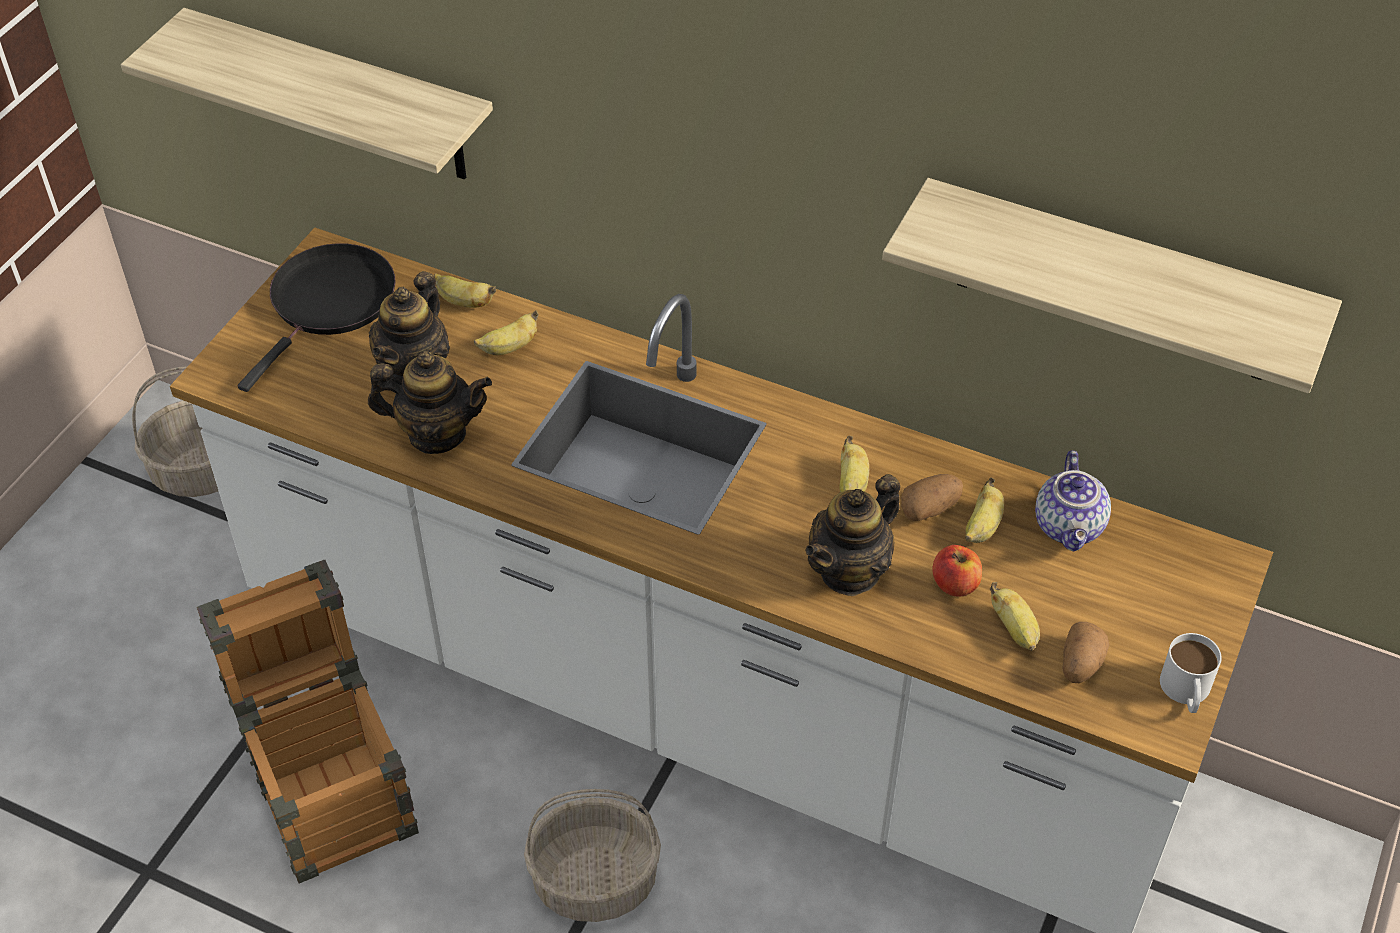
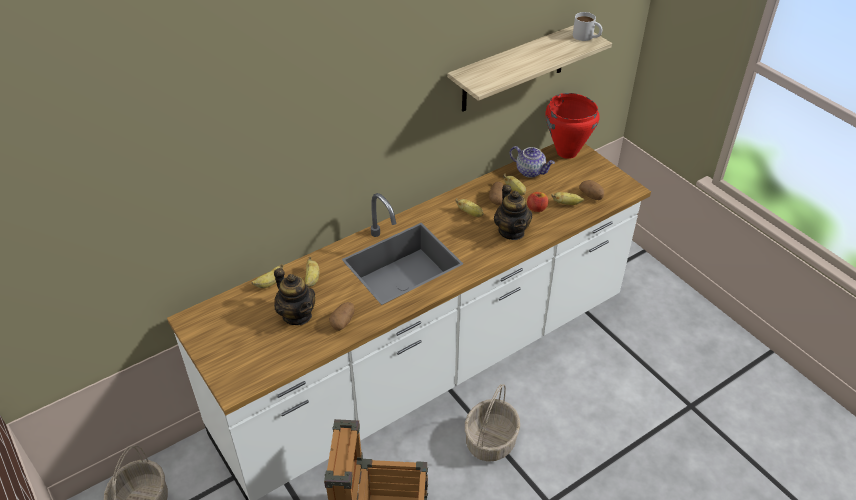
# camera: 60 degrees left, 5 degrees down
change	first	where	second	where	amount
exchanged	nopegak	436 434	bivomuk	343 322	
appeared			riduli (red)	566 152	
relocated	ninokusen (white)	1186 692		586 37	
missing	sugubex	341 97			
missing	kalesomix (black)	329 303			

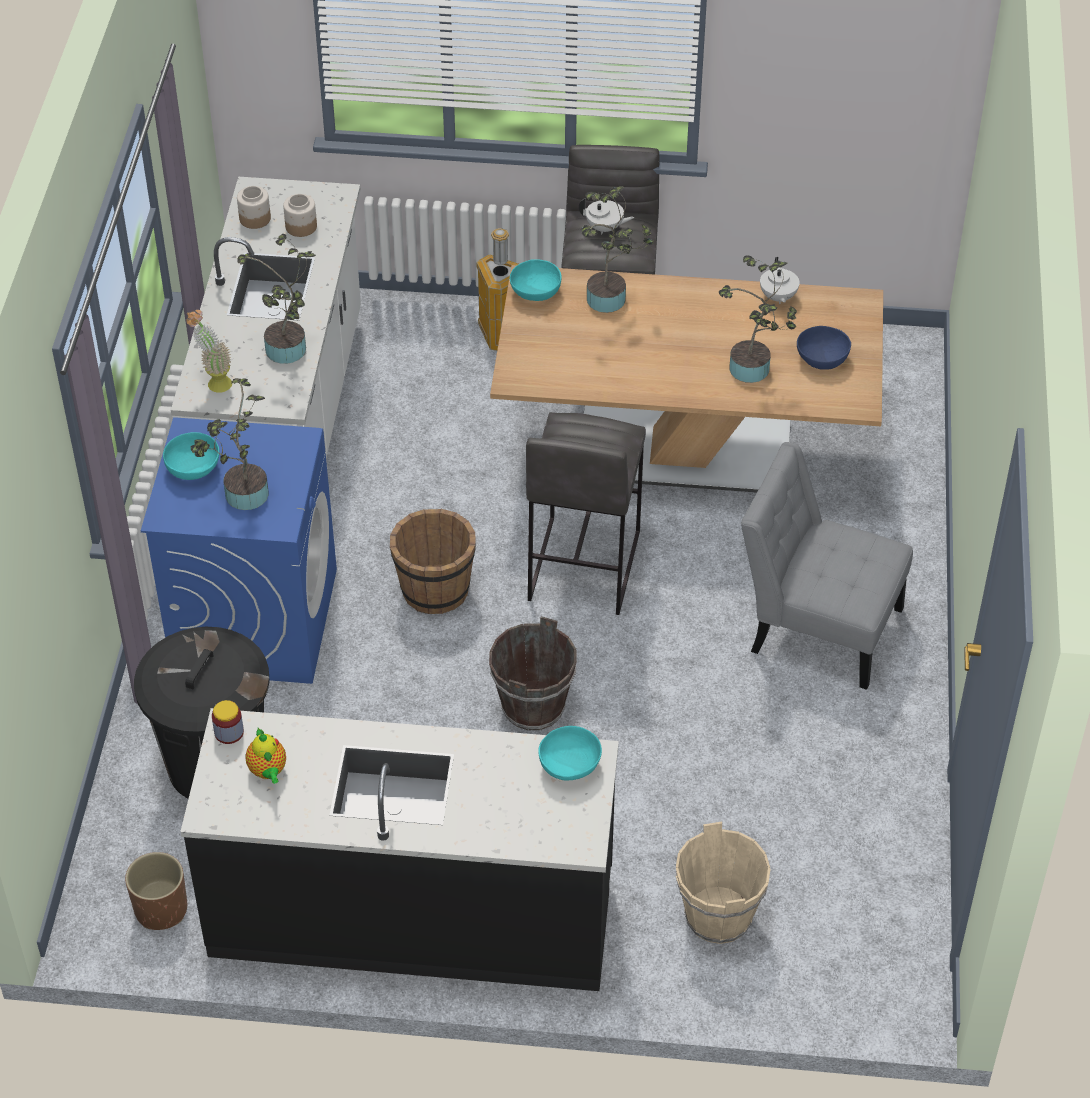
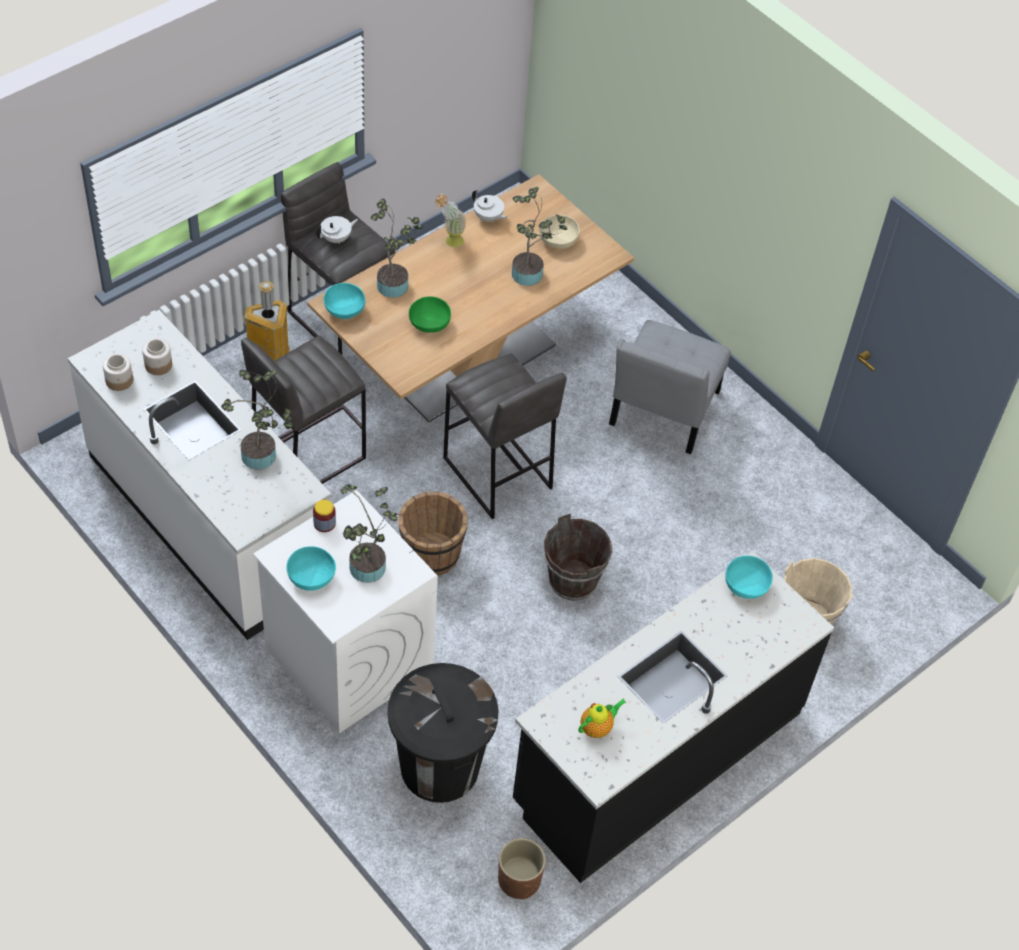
# camera: 50 degrees left, 5 degrees up
change	first	where	second	where	amount
appeared			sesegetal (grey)	307 455	
colour	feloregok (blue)	255 619	feloregok (white)	347 658	
relocated	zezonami	229 732		324 523	
appeared			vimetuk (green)	429 323	
relocated	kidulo	214 382		449 242	
colour	vimetuk (blue)	822 358	vimetuk (beige)	557 240	
spun	nopegak	268 771		597 727	60 degrees counterclockwise
spun	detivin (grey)	818 626		661 413	45 degrees counterclockwise

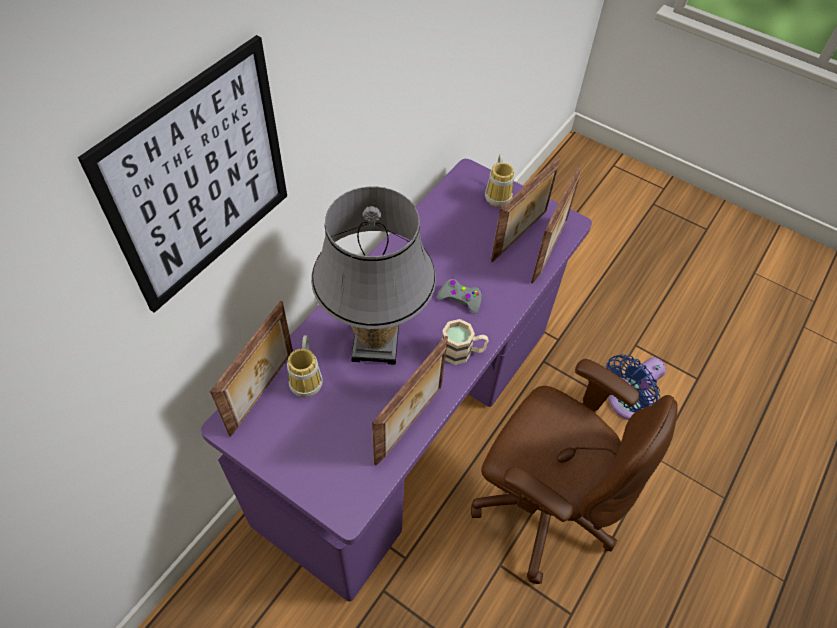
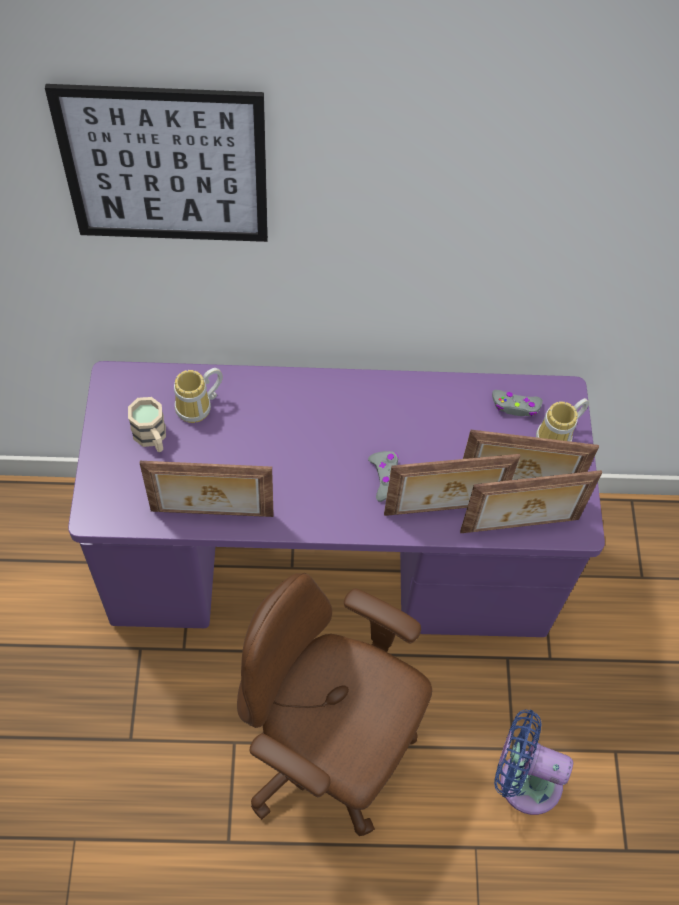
# camera: 55 degrees right, 5 degrees up
change	first	where	second	where	amount
relocated	ninokusen (beige)	462 352		152 438	
spun	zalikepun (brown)	542 506		326 751	120 degrees clockwise
relocated	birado	263 392		444 510	
appeared			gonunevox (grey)	515 406	
missing	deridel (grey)	375 344			

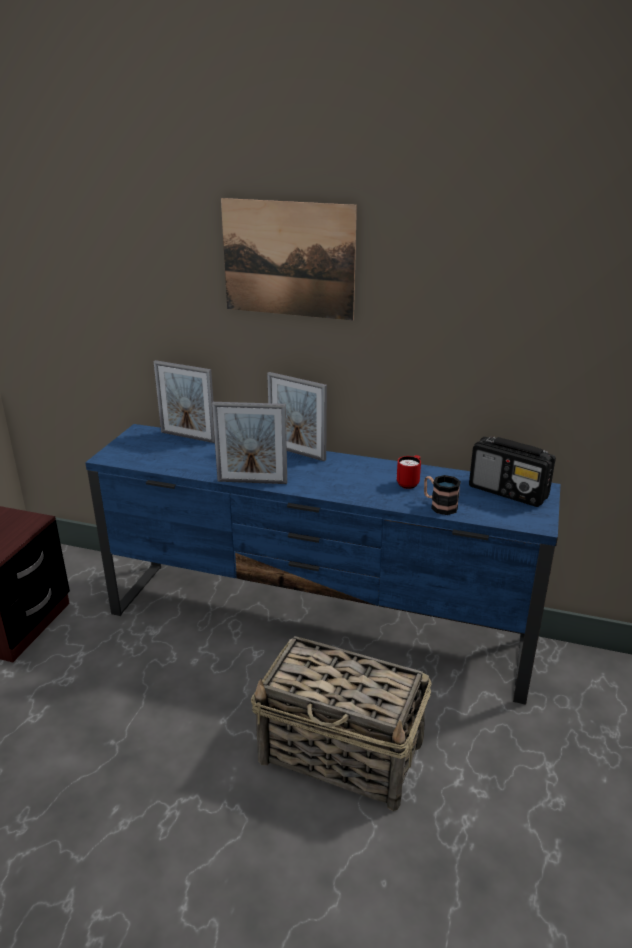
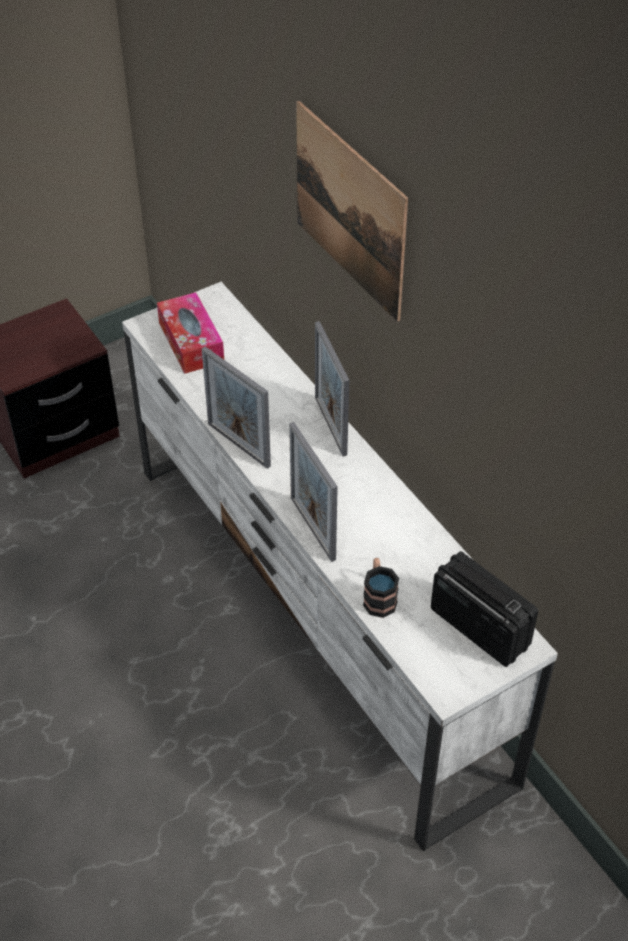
# camera: 40 degrees right, 20 degrees up
change	first	where	second	where	amount
colour	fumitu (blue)	318 627	fumitu (white)	315 618	
appeared			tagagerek	191 342	
relocated	birado	188 437		312 528	
spun	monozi	509 492		479 627	150 degrees clockwise
missing	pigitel	342 753			
missing	ninokusen (red)	409 483			

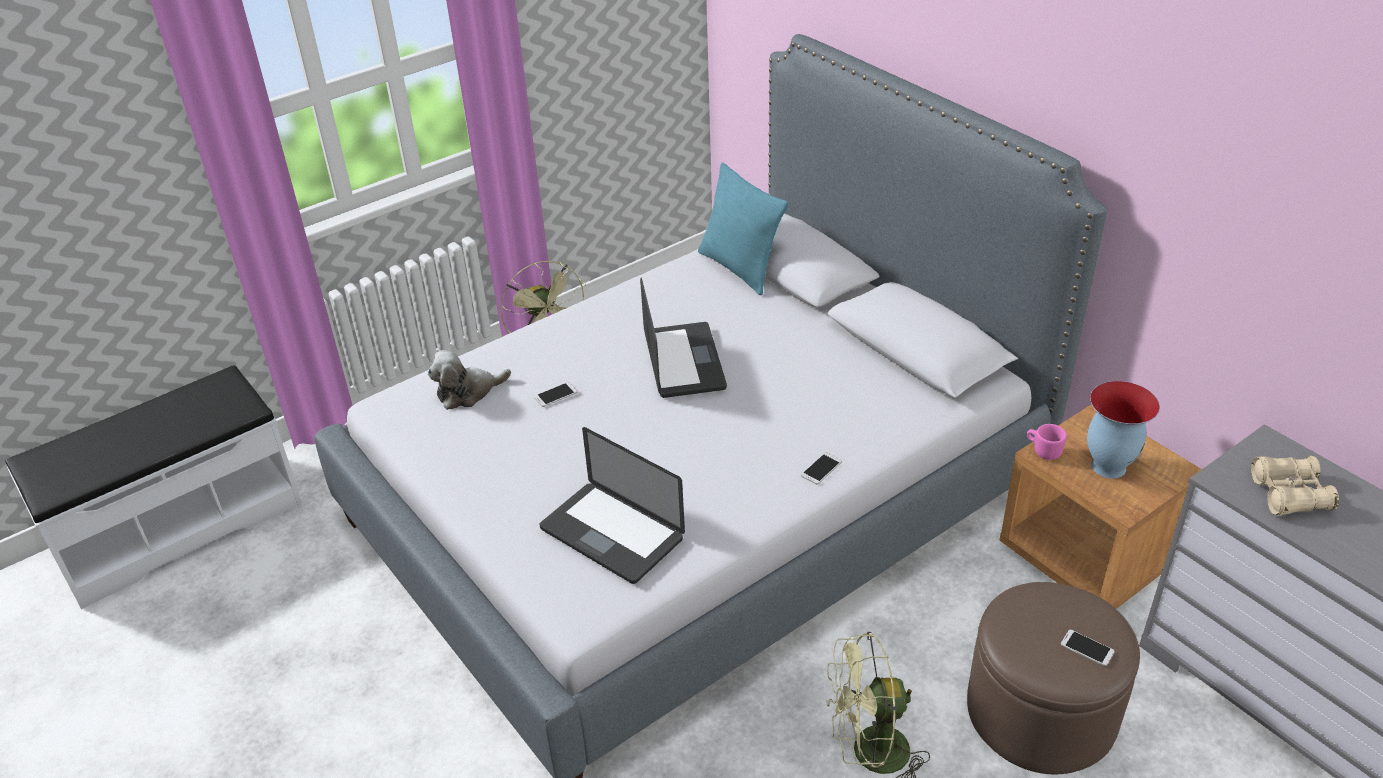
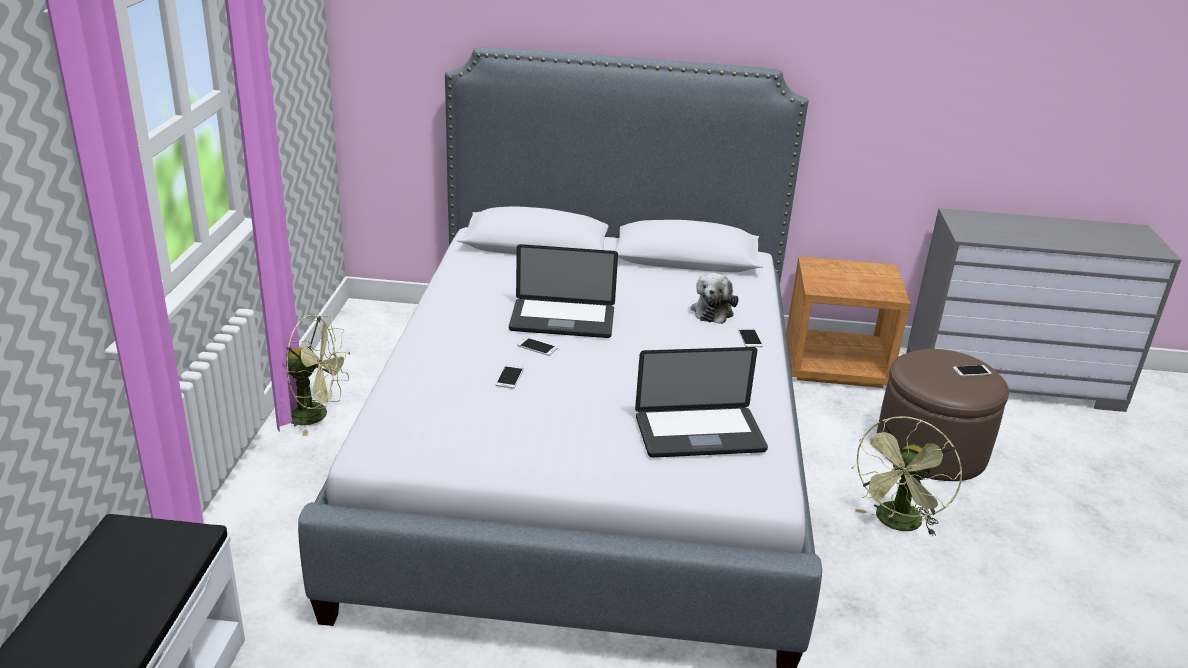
# camera: 50 degrees left, 10 degrees down
change	first	where	second	where	amount
spun	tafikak	684 361		562 320	150 degrees clockwise
appeared			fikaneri	537 347	
relocated	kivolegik	468 392		713 311	
missing	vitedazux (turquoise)	740 268			
missing	ninokusen (pink)	1043 451			
missing	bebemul	1107 466			
missing	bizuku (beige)	1289 494			

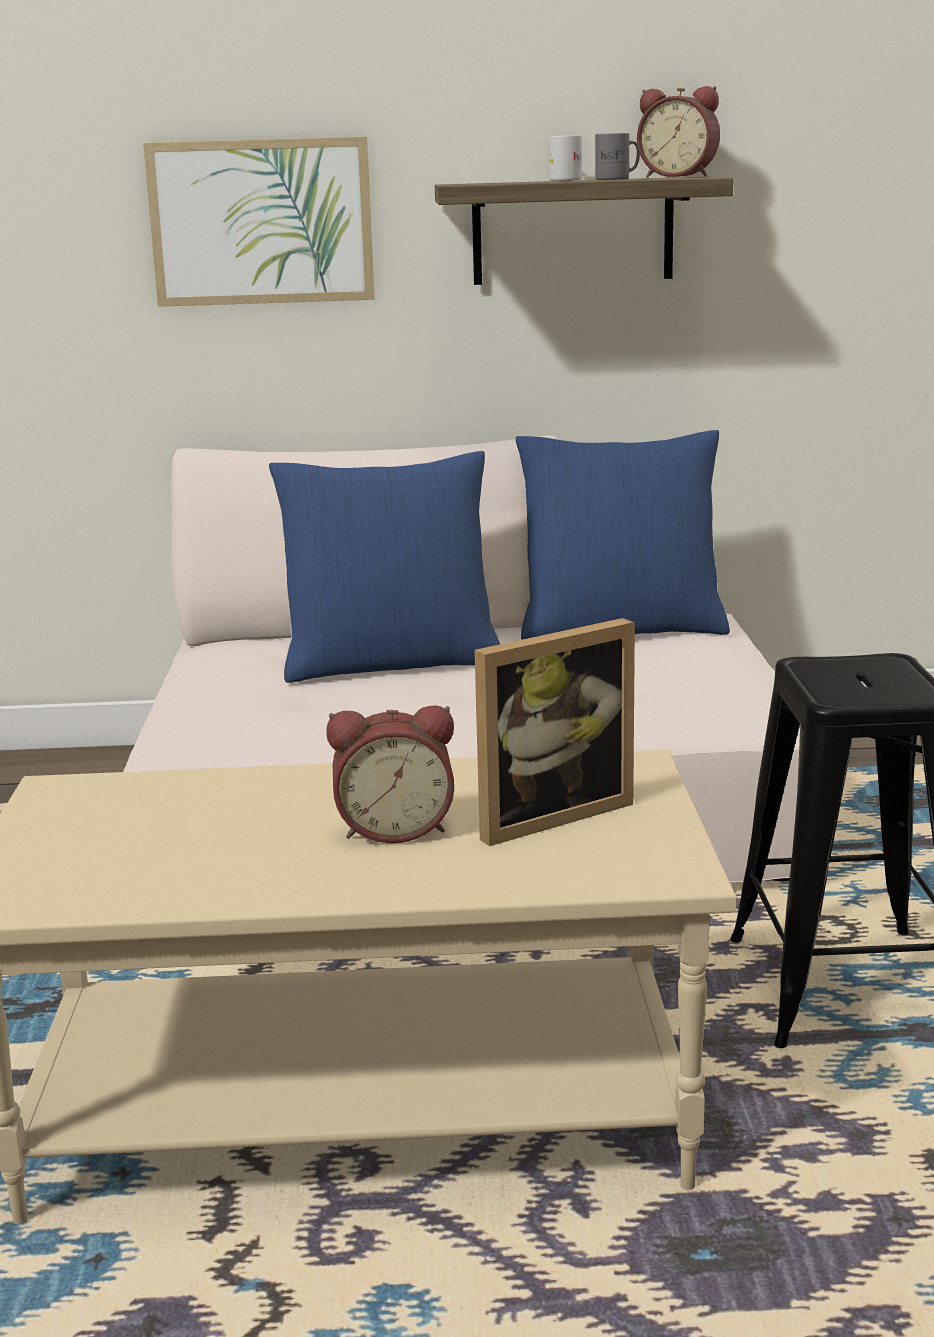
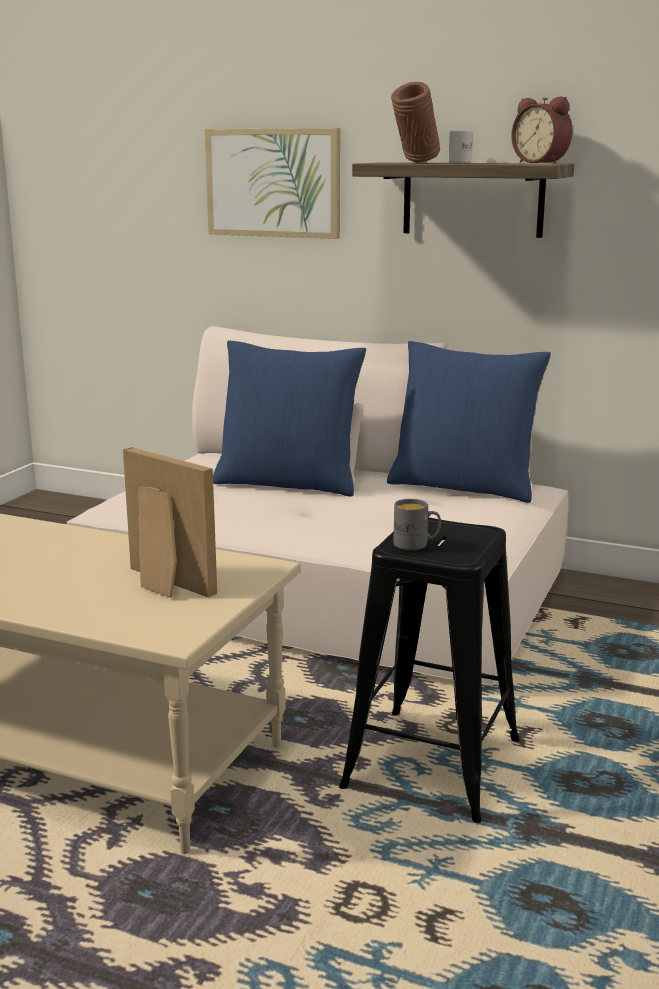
# camera: 25 degrees right, 0 degrees up
change	first	where	second	where	amount
spun	birado	546 814		162 585	135 degrees counterclockwise
appeared			bebemul (brown)	415 162	
relocated	ninokusen (grey)	618 179		416 544	
missing	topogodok	394 828			

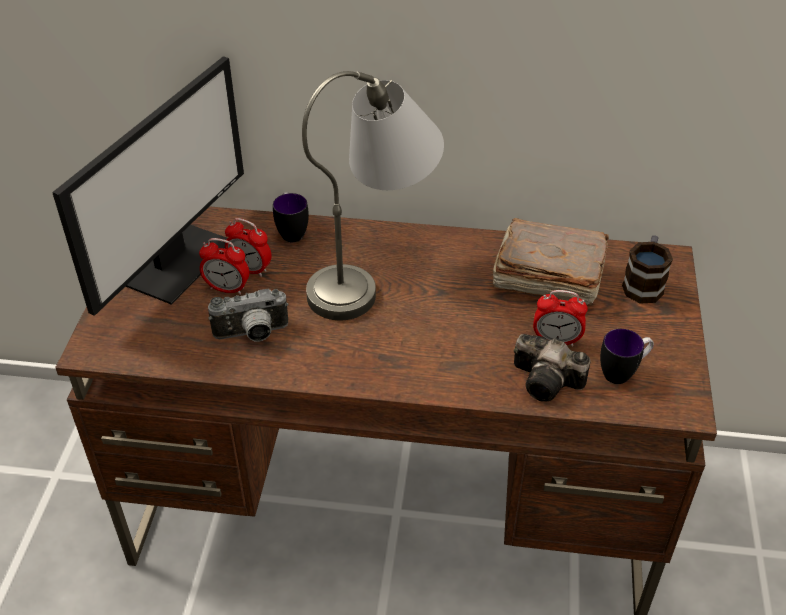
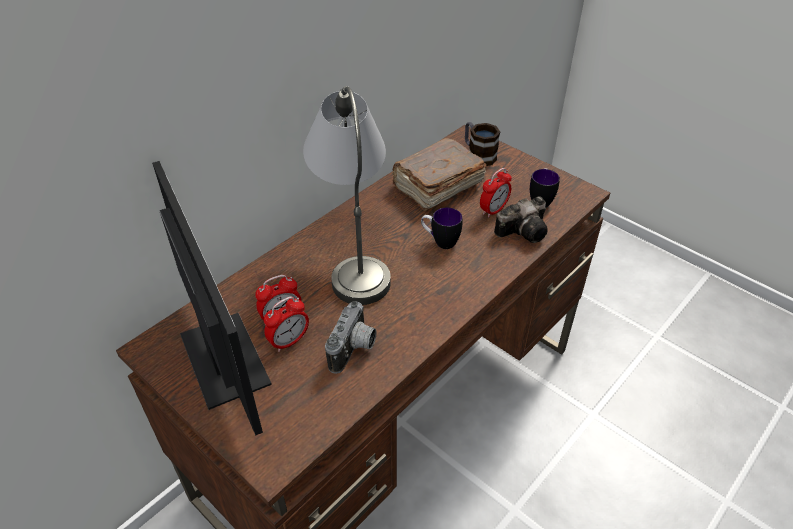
# camera: 55 degrees left, 0 degrees up
change	first	where	second	where	amount
relocated	ninokusen	291 231		440 241	

